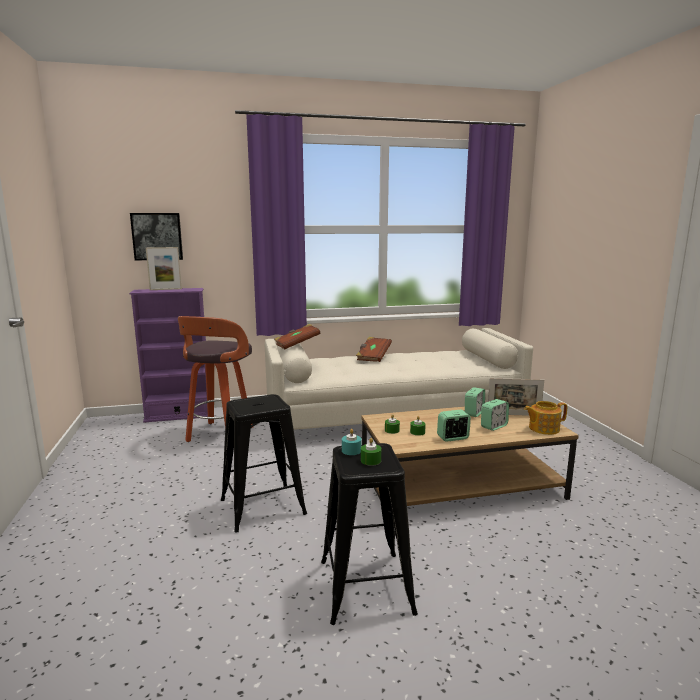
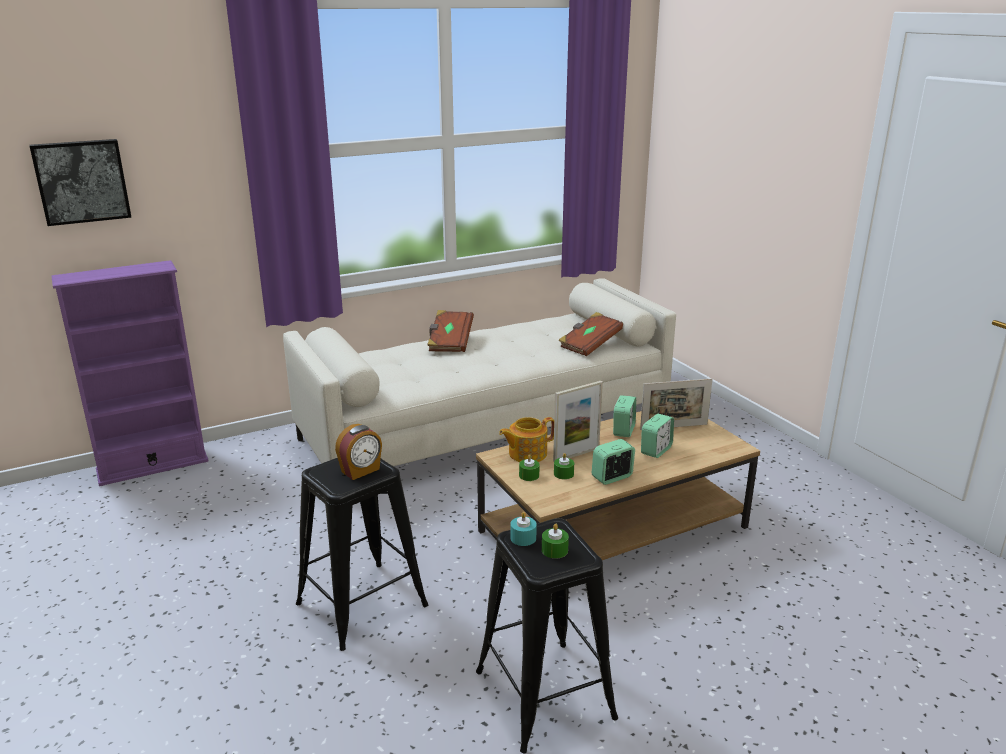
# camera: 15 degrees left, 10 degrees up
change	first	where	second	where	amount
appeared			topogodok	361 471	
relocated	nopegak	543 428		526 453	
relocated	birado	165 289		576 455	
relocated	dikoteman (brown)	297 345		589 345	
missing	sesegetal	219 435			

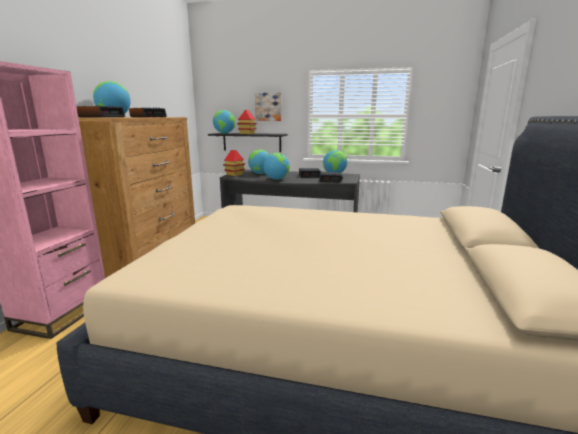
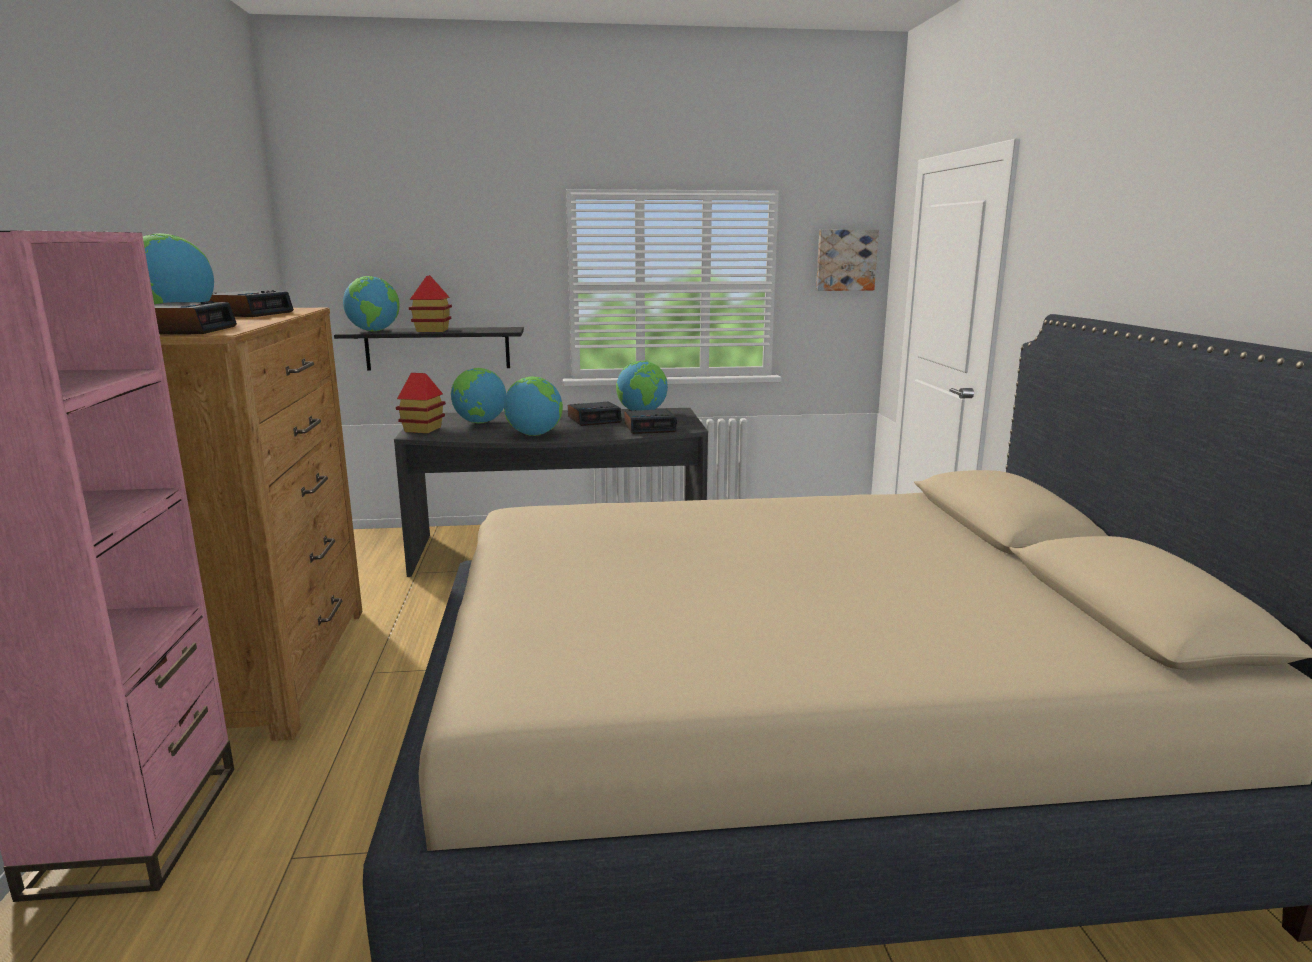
# camera: 20 degrees left, 0 degrees up
change	first	where	second	where	amount
relocated	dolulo	268 106		845 260	

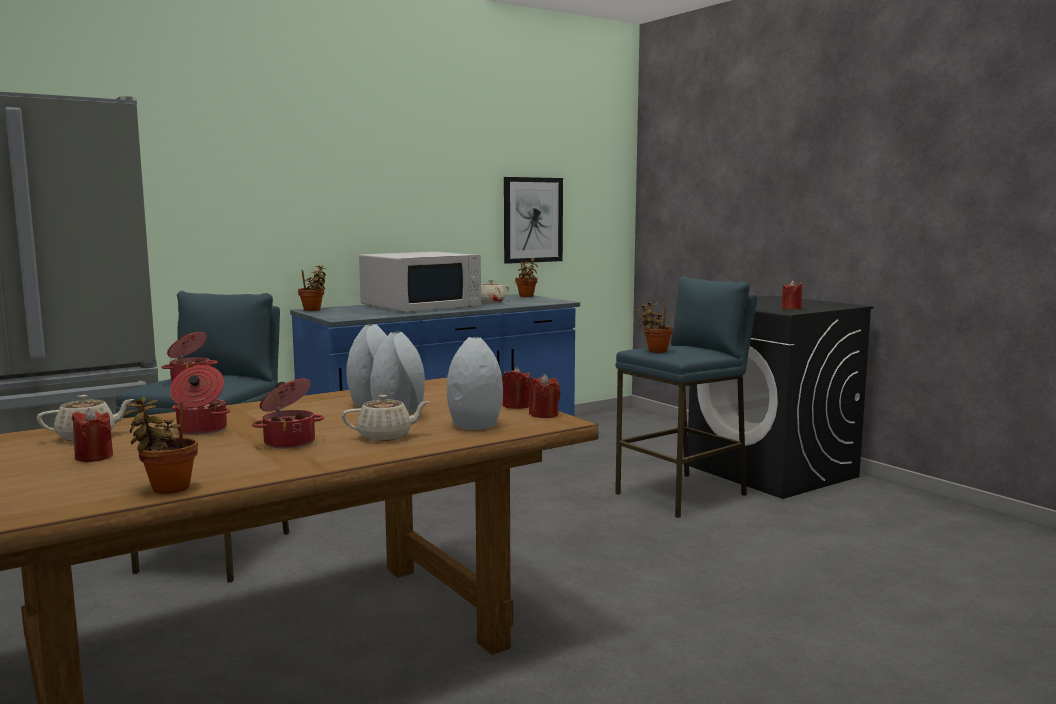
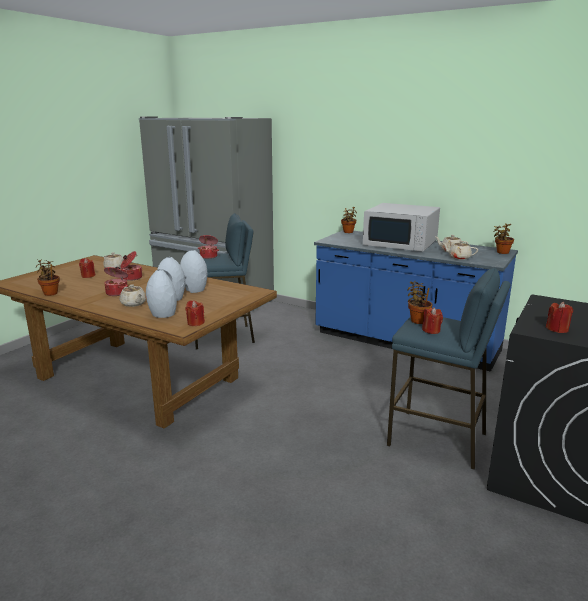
# camera: 65 degrees right, 10 degrees up
change	first	where	second	where	amount
relocated	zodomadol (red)	516 406		431 330	
appeared			nopegak (beige)	459 257	
missing	dolulo	532 220			

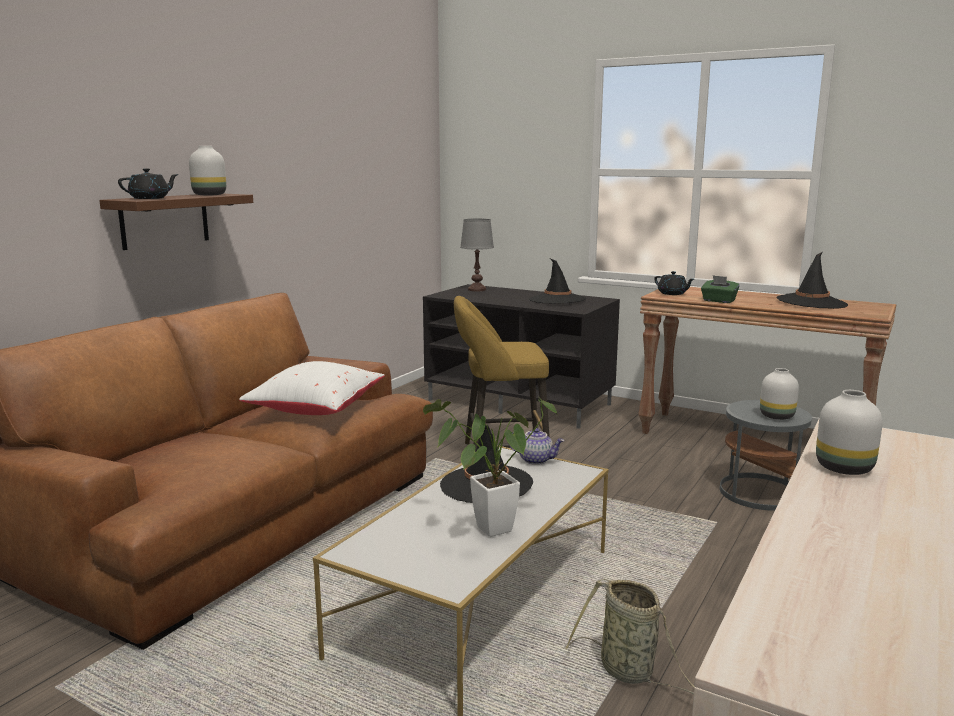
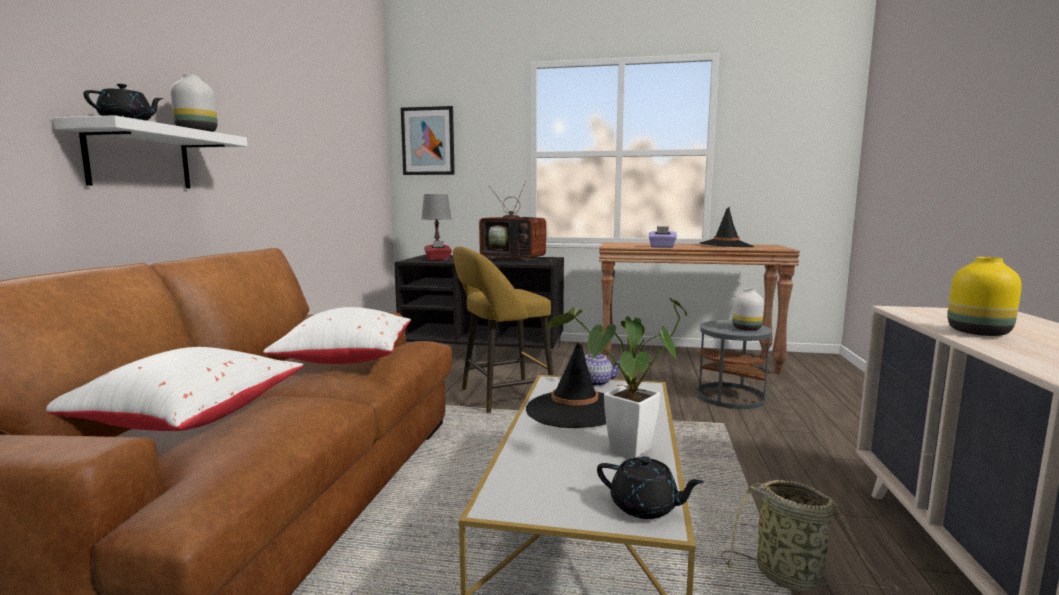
# camera: 20 degrees left, 5 degrees down
change	first	where	second	where	amount
appeared			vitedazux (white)	186 419	
colour	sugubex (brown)	165 220	sugubex (white)	139 158	
appeared			dolulo	428 141	
appeared			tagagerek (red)	438 259	
exchanged	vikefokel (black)	557 300	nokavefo	516 259	
relocated	nopegak (black)	672 293		645 507	
colour	tagagerek (green)	718 301	tagagerek (purple)	662 247	
colour	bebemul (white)	844 469	bebemul (yellow)	979 333	

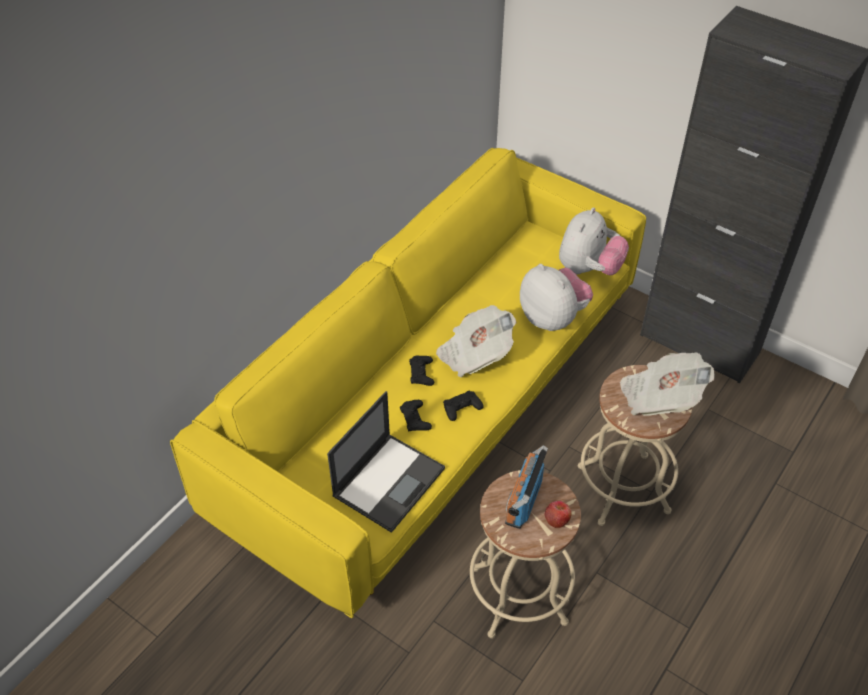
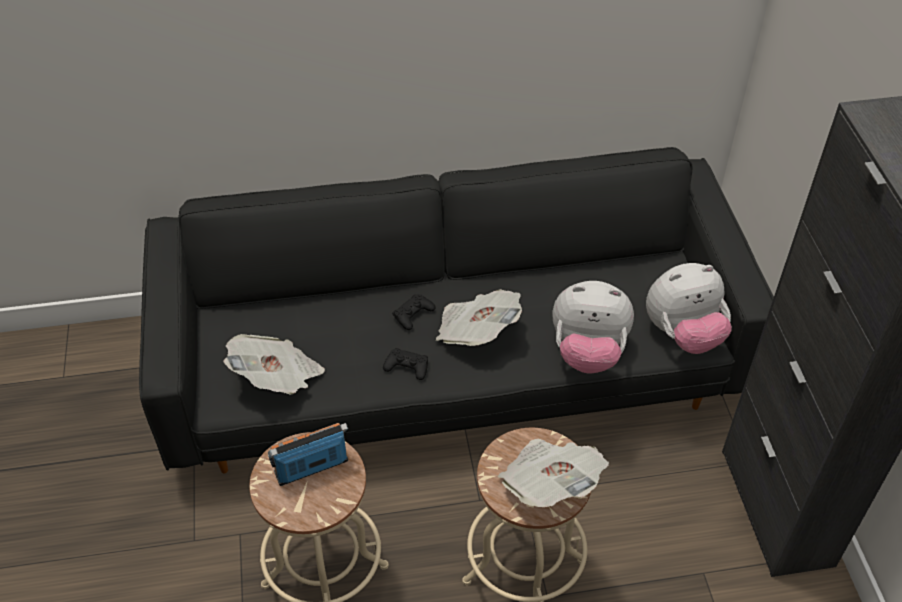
# camera: 45 degrees right, 0 degrees up
change	first	where	second	where	amount
colour	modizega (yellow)	434 405	modizega (black)	451 367	
exchanged	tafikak	389 481	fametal	278 378	
spun	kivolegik	553 318		588 352	90 degrees clockwise
missing	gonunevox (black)	415 419			
missing	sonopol	557 520			

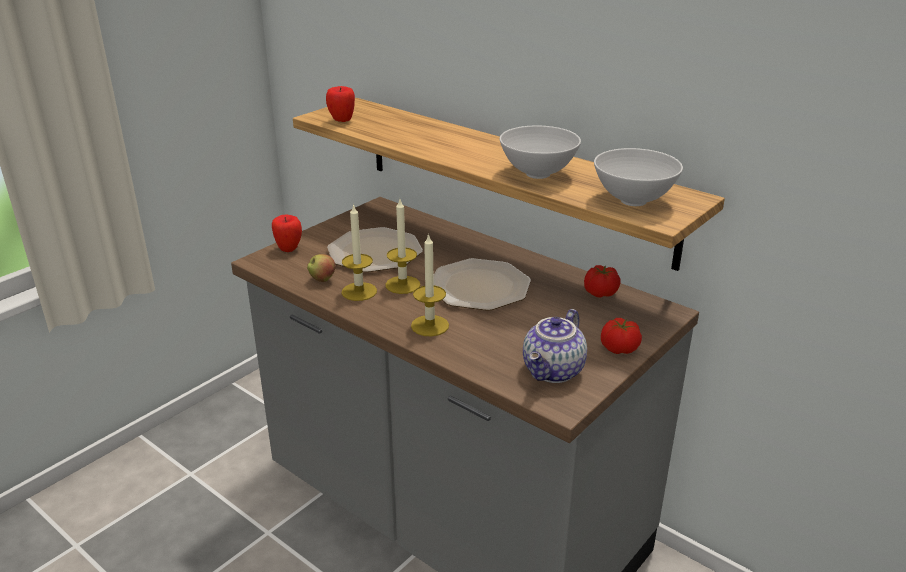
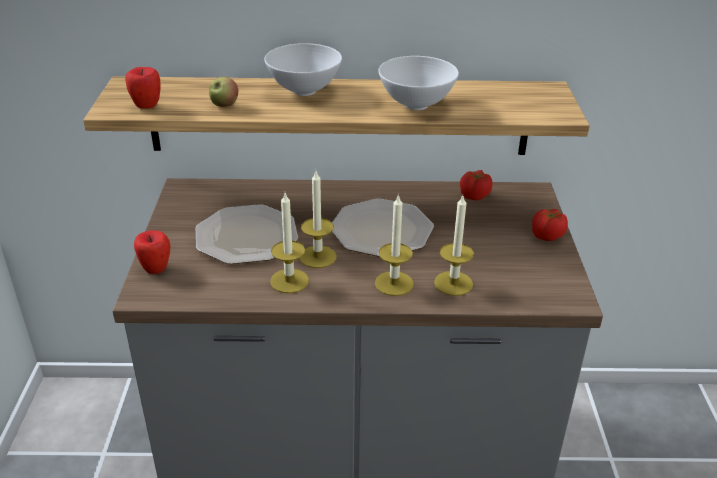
# camera: 40 degrees left, 5 degrees up
change	first	where	second	where	amount
relocated	sonopol	322 280		224 105	
relocated	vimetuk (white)	632 201		303 91	
appeared			zodomadol	453 283	
missing	nopegak	554 371			

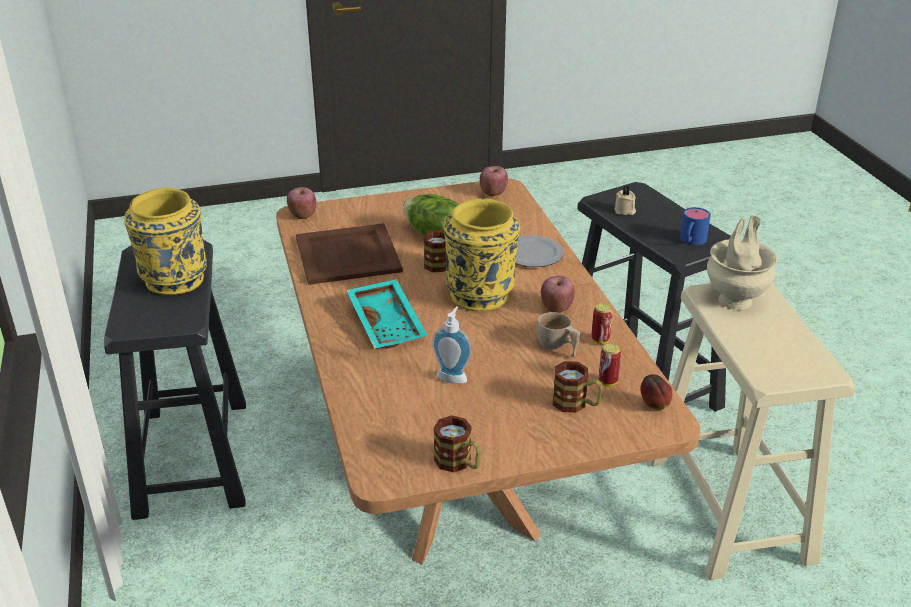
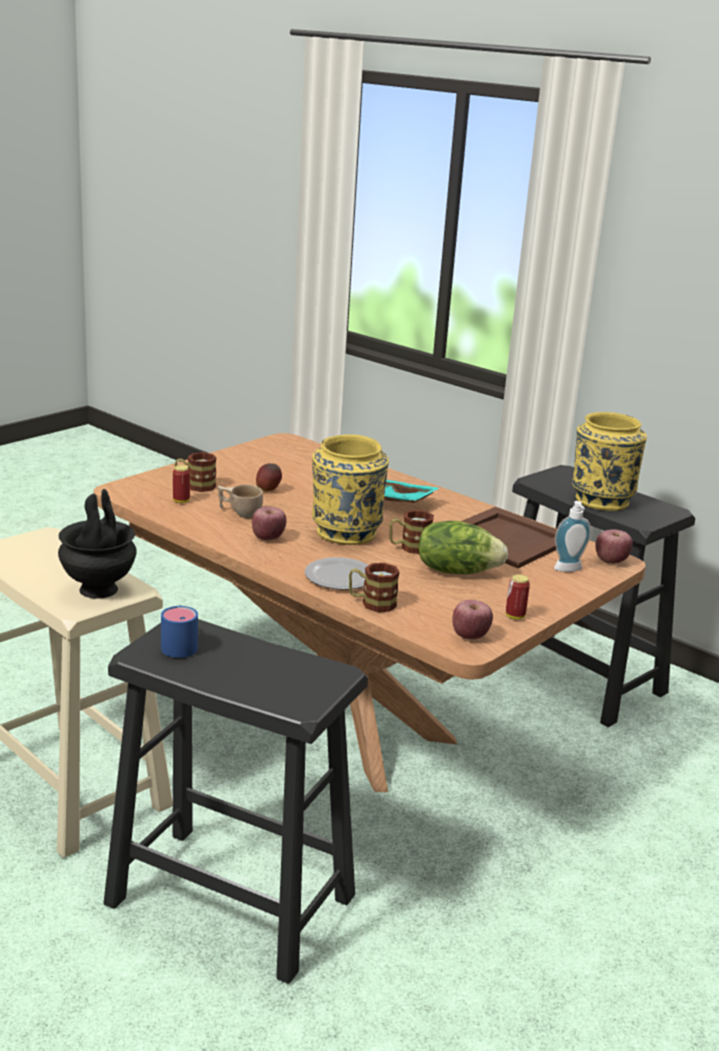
# camera: 145 degrees right, 10 degrees down
change	first	where	second	where	amount
colour	bebemul (beige)	735 300	bebemul (black)	98 590	
relocated	sonopol	654 406		268 491	
relocated	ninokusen	458 463		371 603	
relocated	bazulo	600 340		515 616	
relocated	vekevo	453 376		569 570	
missing	zodomadol (beige)	625 211			

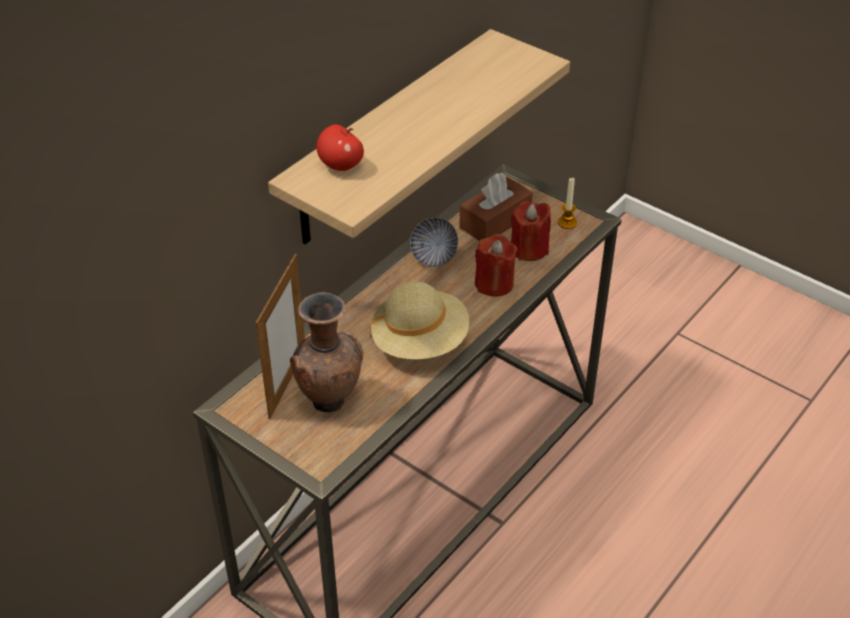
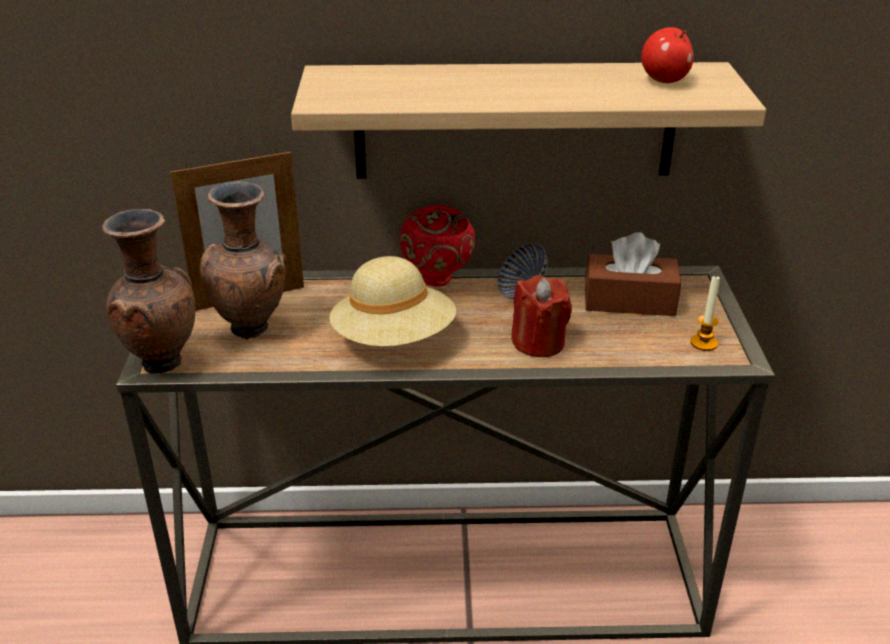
# camera: 50 degrees right, 10 degrees down
change	first	where	second	where	amount
appeared			bebemul (brown)	161 362	
appeared			vimetuk (red)	437 280	
relocated	sonopol	340 165		664 80	
missing	zodomadol (red)	529 249			

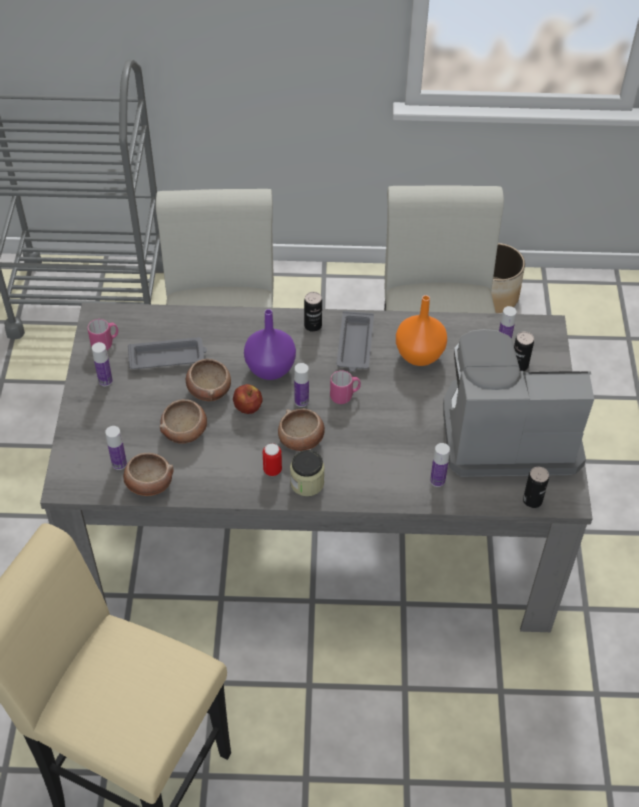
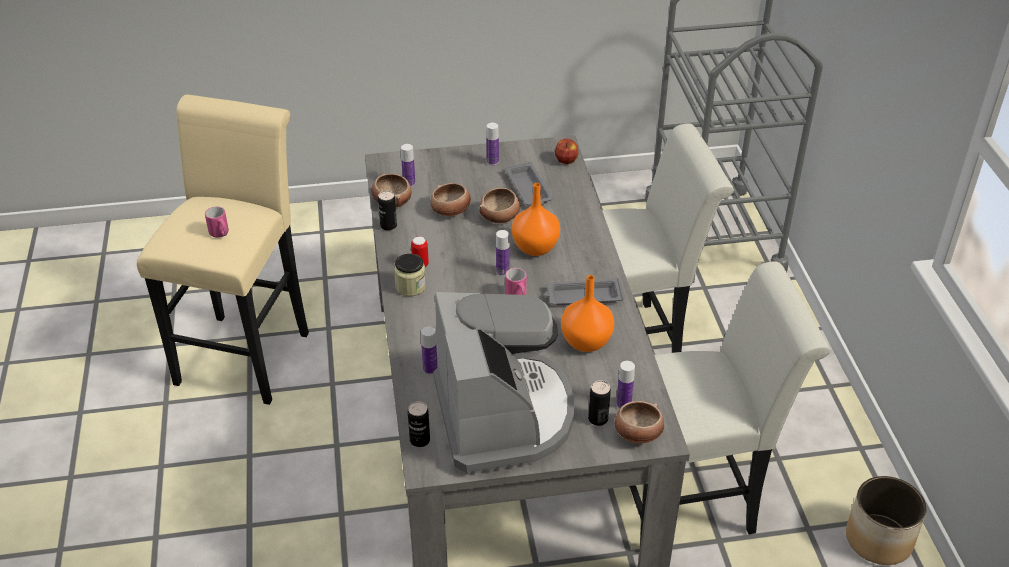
# camera: 80 degrees right, 10 degrees down
change	first	where	second	where	amount
relocated	ninokusen (pink)	105 343		221 234	
relocated	bazulo	313 326		388 226	
colour	bebemul (purple)	269 369	bebemul (orange)	534 247	
relocated	sonopol	247 407		566 160	
relocated	vimetuk	301 440		637 434	

